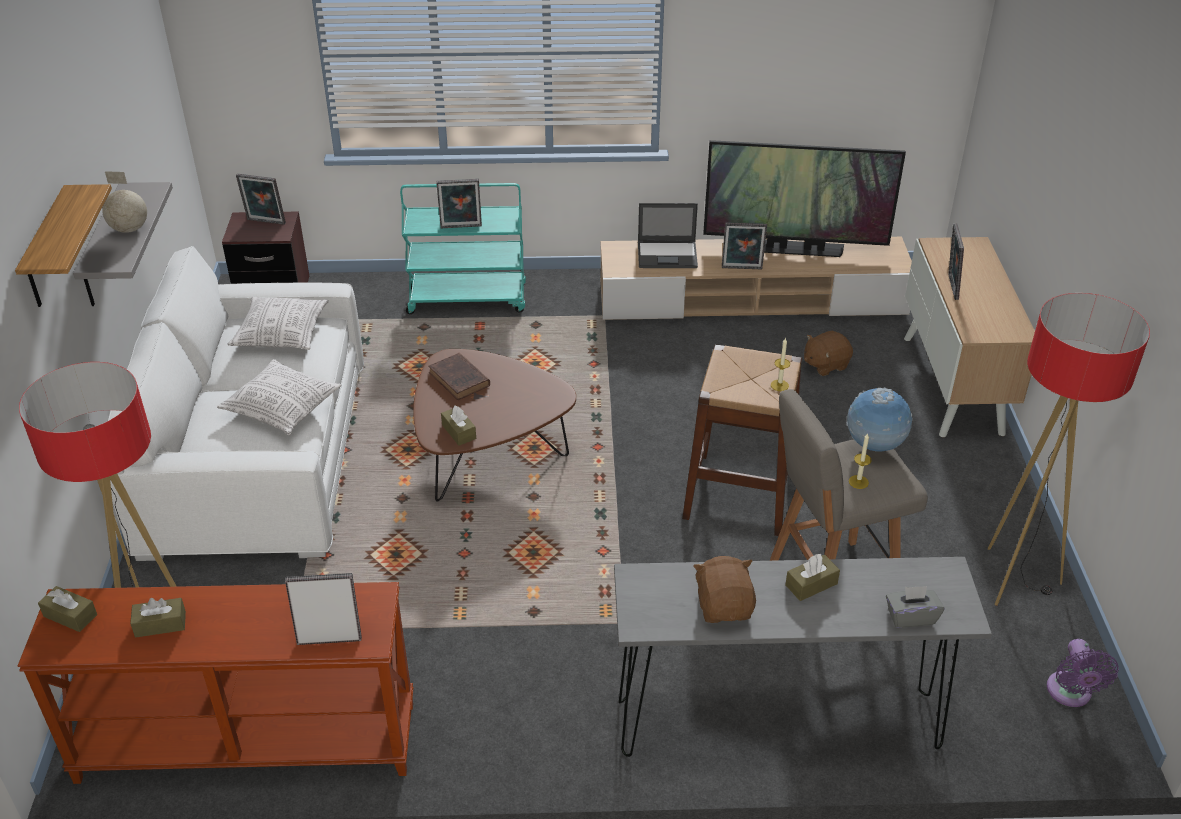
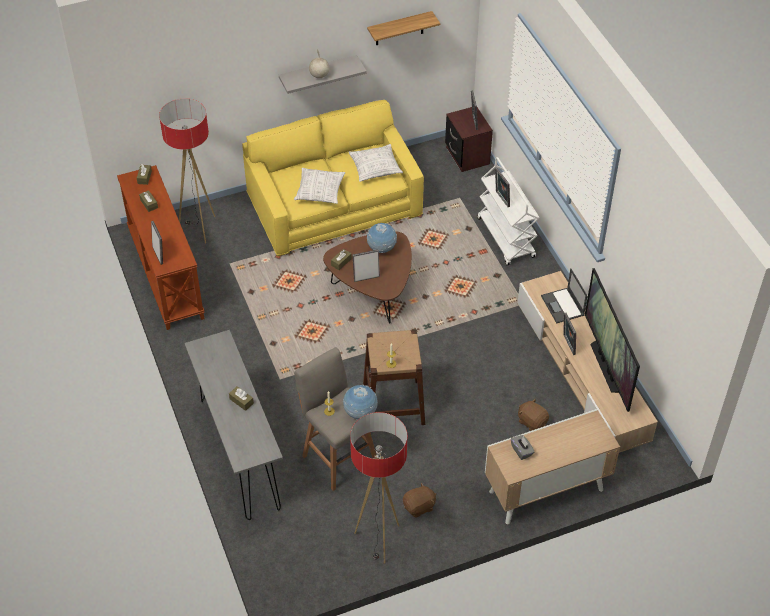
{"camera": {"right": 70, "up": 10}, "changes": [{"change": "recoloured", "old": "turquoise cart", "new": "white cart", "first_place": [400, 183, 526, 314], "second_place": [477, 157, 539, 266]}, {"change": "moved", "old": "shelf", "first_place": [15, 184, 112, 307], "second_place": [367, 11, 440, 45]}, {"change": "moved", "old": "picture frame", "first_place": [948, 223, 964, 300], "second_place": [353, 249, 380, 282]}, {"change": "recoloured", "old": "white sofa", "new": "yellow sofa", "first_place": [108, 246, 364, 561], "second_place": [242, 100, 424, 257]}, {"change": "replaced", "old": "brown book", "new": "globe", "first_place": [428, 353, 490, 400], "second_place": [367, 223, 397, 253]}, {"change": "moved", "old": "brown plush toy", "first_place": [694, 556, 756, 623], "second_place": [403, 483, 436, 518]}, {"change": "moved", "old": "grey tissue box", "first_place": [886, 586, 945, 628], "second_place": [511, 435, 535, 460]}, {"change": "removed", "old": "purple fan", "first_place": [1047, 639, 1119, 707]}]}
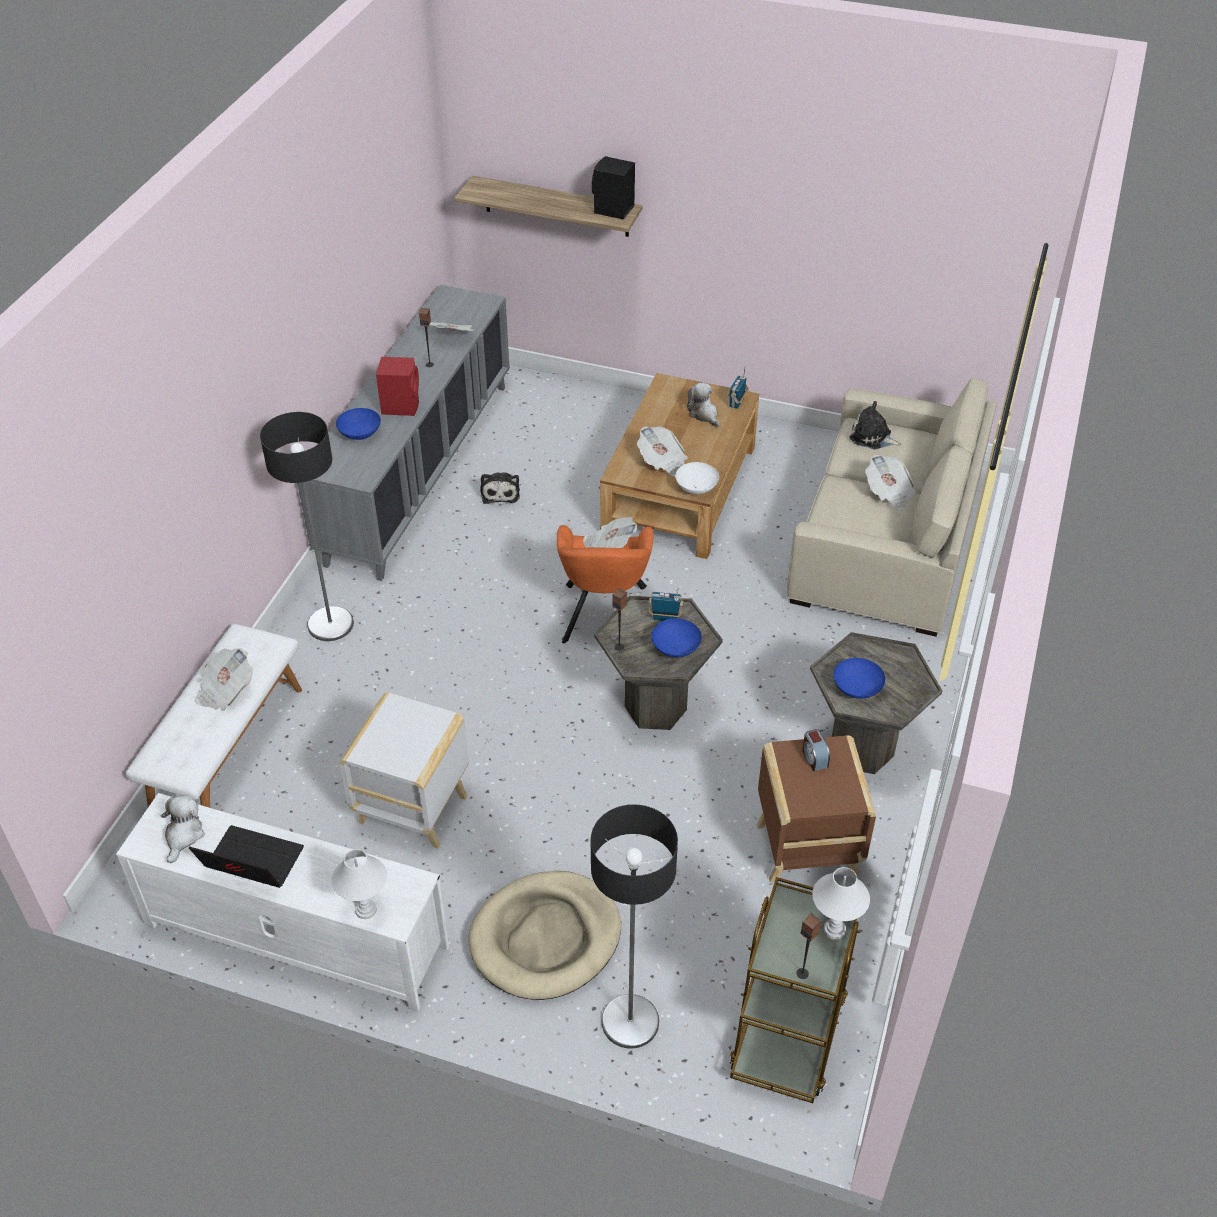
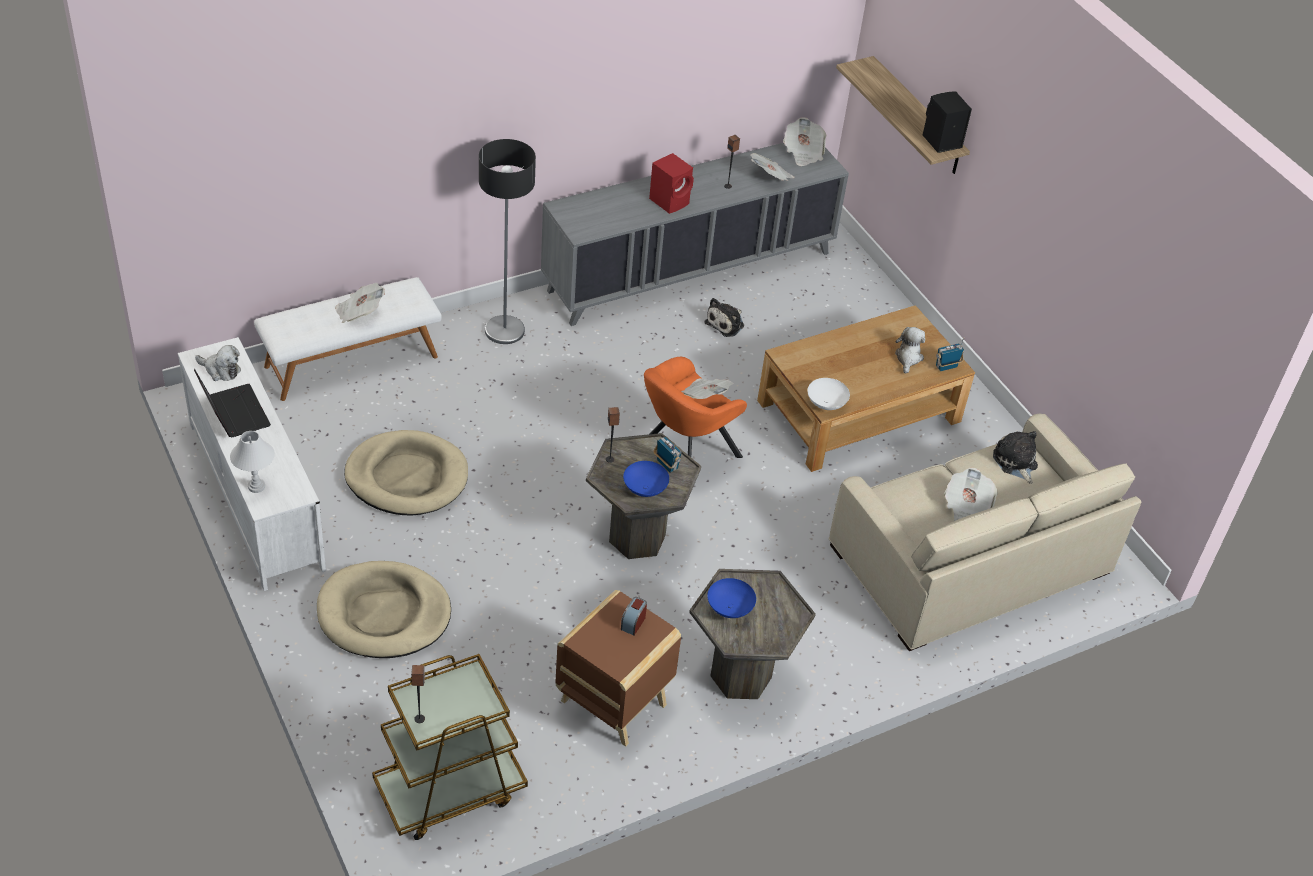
{"camera": {"right": 40, "up": 0}, "changes": [{"change": "removed", "old": "blue bowl", "first_place": [336, 408, 381, 440]}, {"change": "moved", "old": "newspaper", "first_place": [637, 426, 688, 477], "second_place": [783, 118, 826, 166]}, {"change": "replaced", "old": "white side table", "new": "beige dog bed", "first_place": [339, 692, 469, 849], "second_place": [344, 430, 468, 515]}, {"change": "turned", "old": "plush toy", "first_place": [161, 795, 205, 863], "second_place": [195, 345, 241, 381], "degrees": 60}, {"change": "removed", "old": "floor lamp", "first_place": [591, 804, 678, 1049]}, {"change": "removed", "old": "white table lamp", "first_place": [812, 867, 870, 940]}]}
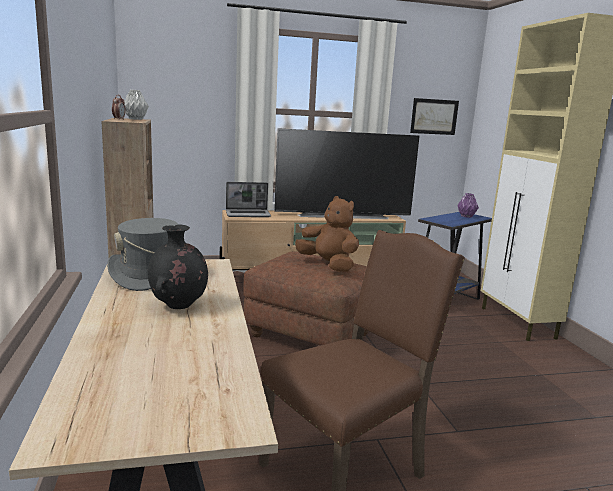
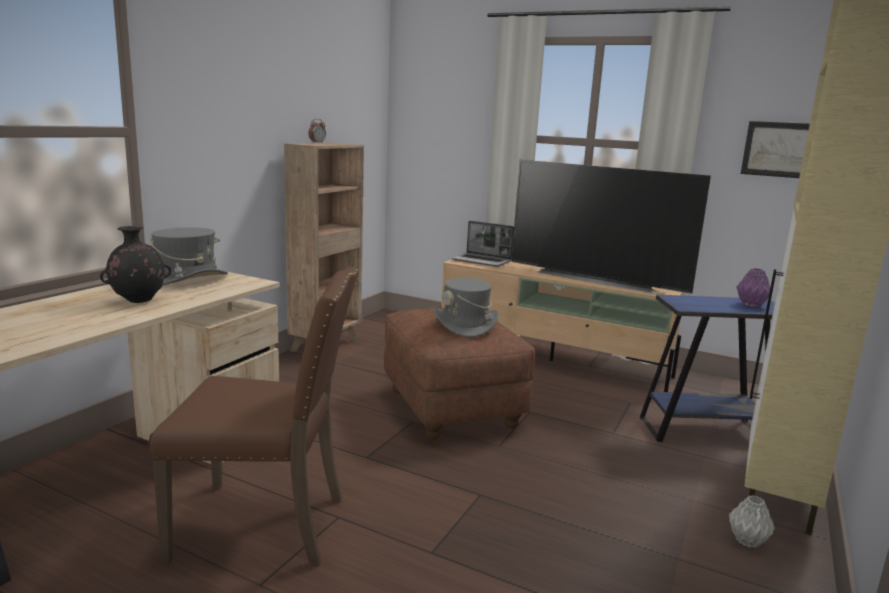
{"camera": {"right": 40, "up": 0}, "changes": [{"change": "moved", "old": "grey vase", "first_place": [124, 90, 149, 120], "second_place": [729, 495, 775, 548]}, {"change": "replaced", "old": "brown plush toy", "new": "grey hat", "first_place": [295, 196, 359, 272], "second_place": [434, 277, 499, 337]}]}
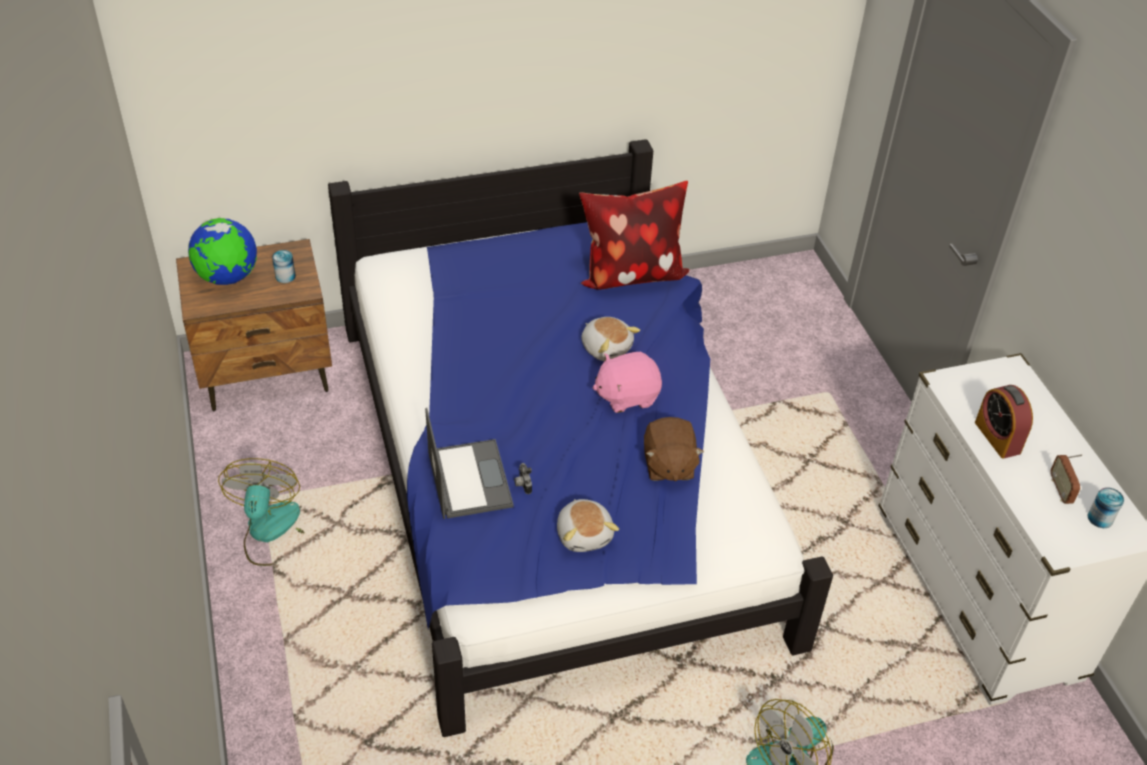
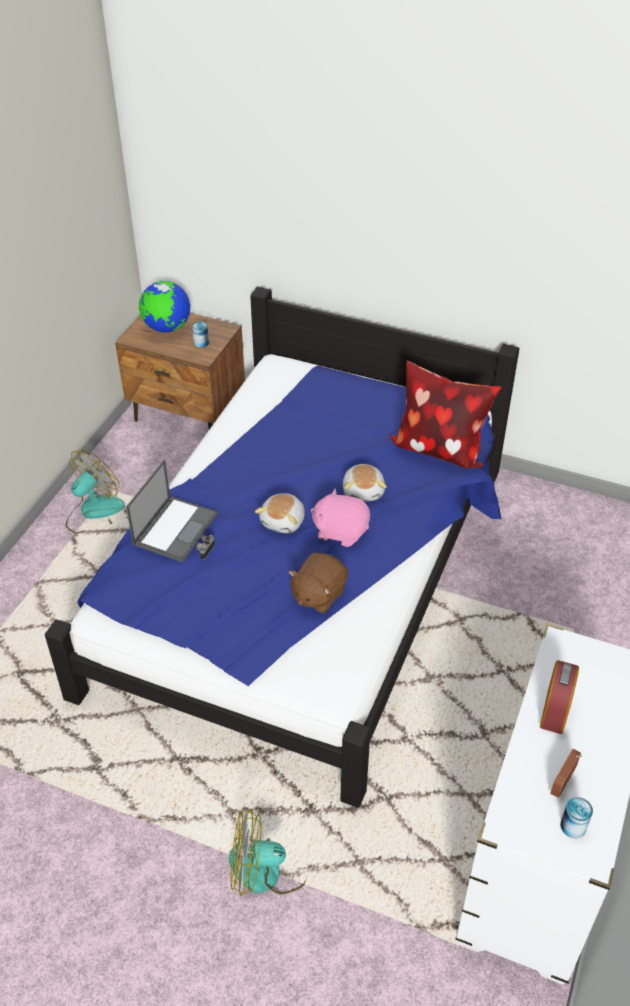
{"camera": {"right": 40, "up": 0}, "changes": [{"change": "moved", "old": "plush toy", "first_place": [557, 499, 619, 552], "second_place": [255, 493, 305, 533]}]}
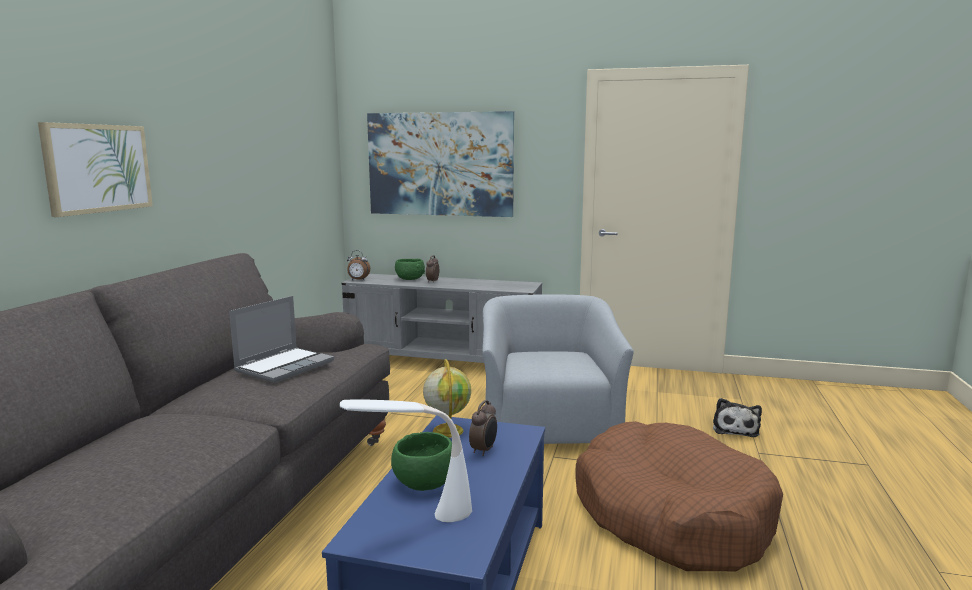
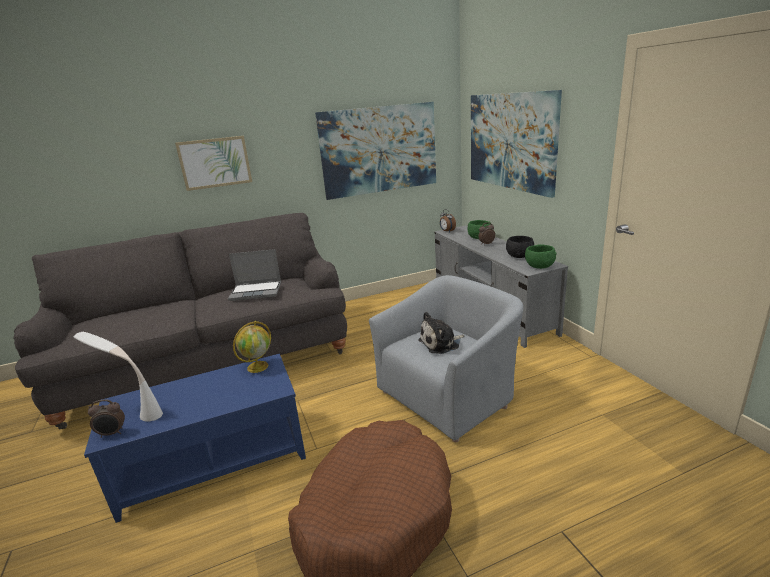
{"camera": {"right": 55, "up": 10}, "changes": [{"change": "moved", "old": "plush toy", "first_place": [713, 398, 762, 437], "second_place": [418, 312, 464, 354]}, {"change": "moved", "old": "alarm clock", "first_place": [469, 400, 497, 456], "second_place": [88, 399, 125, 438]}, {"change": "moved", "old": "green bowl", "first_place": [391, 432, 452, 491], "second_place": [525, 244, 557, 269]}, {"change": "added", "new": "picture", "second_place": [315, 102, 436, 200]}, {"change": "added", "new": "black bowl", "second_place": [506, 236, 534, 258]}]}
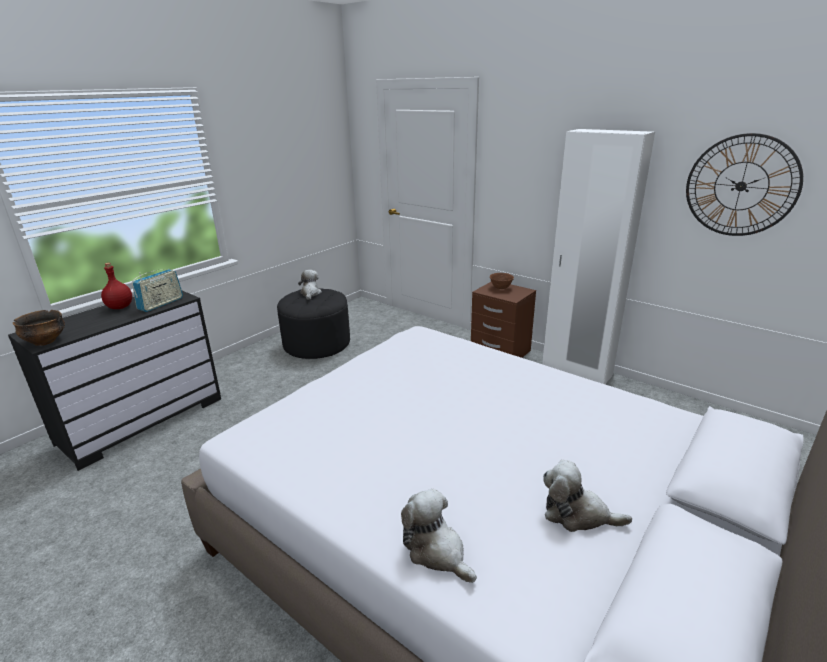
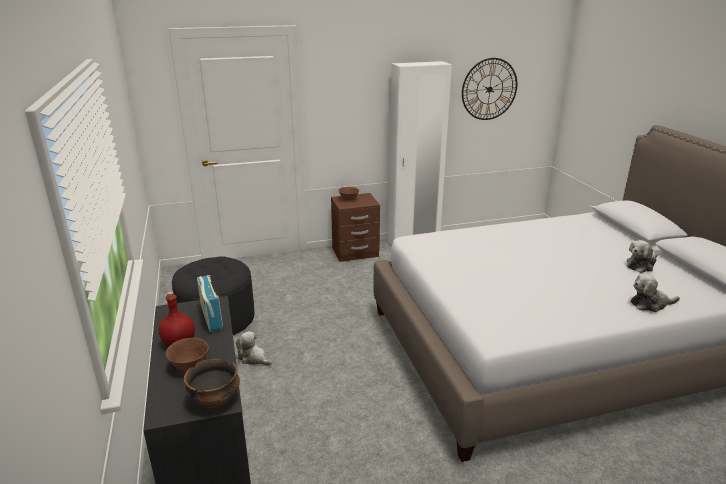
{"camera": {"right": -55, "up": 0}, "changes": [{"change": "moved", "old": "plush toy", "first_place": [298, 270, 322, 300], "second_place": [236, 331, 272, 366]}, {"change": "added", "new": "brown bowl", "second_place": [166, 338, 209, 371]}]}
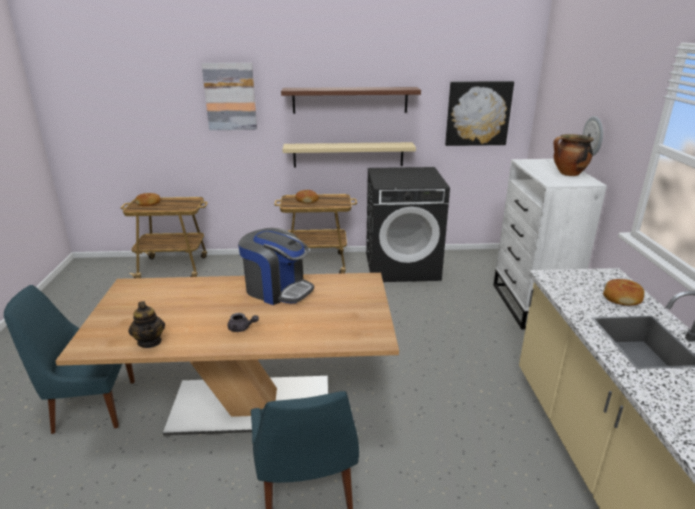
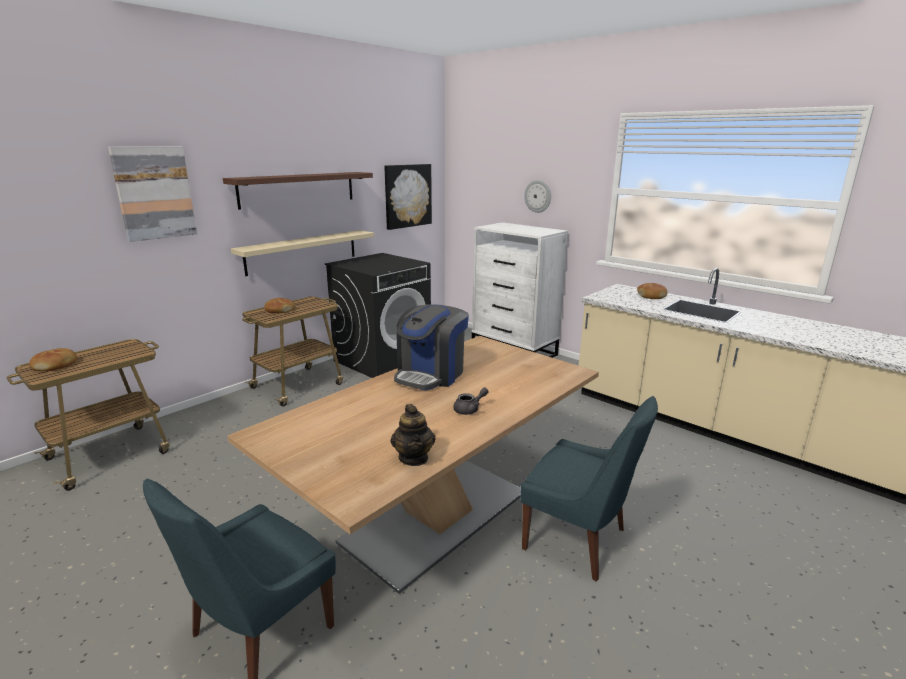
{"camera": {"right": -45, "up": -5}, "changes": [{"change": "removed", "old": "cooking pot", "first_place": [553, 134, 594, 176]}, {"change": "turned", "old": "coffee machine", "first_place": [238, 228, 314, 305], "second_place": [394, 304, 469, 390], "degrees": 135}, {"change": "turned", "old": "teapot", "first_place": [128, 301, 165, 348], "second_place": [391, 404, 436, 466], "degrees": 60}]}
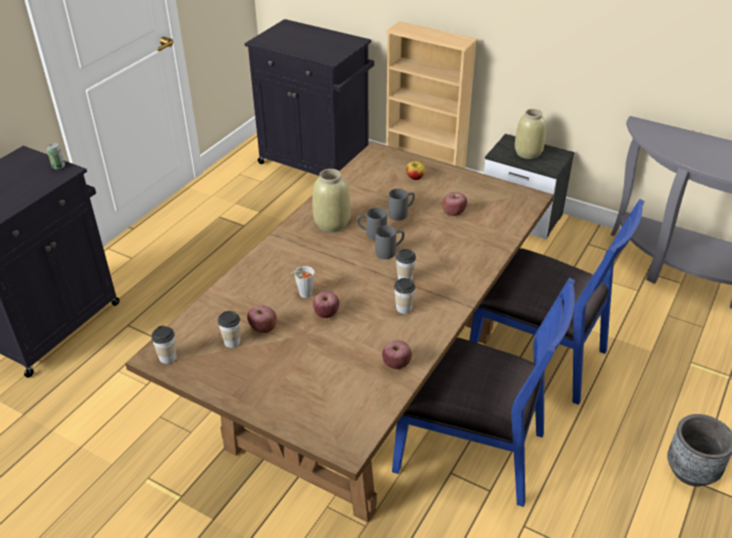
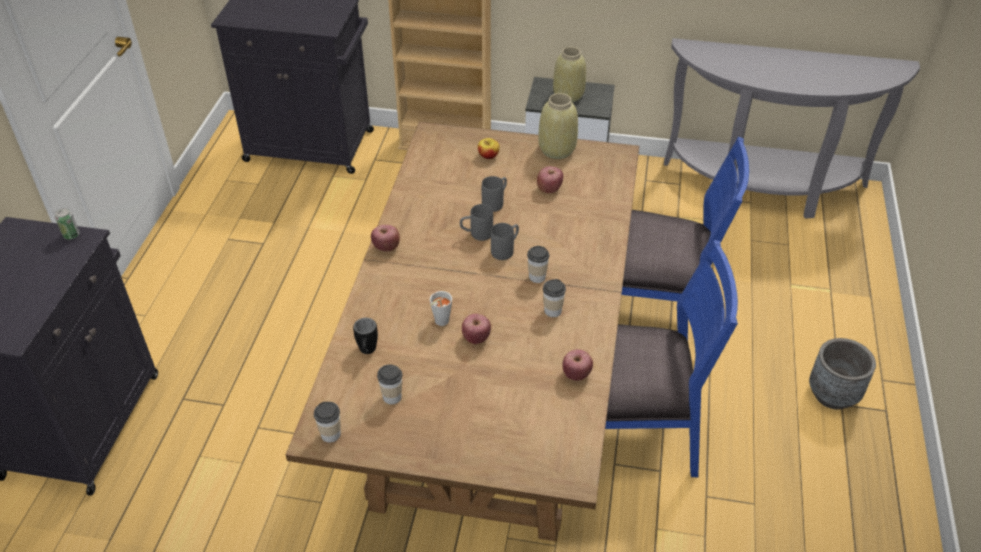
{"camera": {"right": -20, "up": 5}, "changes": [{"change": "moved", "old": "beige vase", "first_place": [312, 169, 350, 232], "second_place": [539, 93, 578, 159]}, {"change": "moved", "old": "apple", "first_place": [247, 305, 277, 333], "second_place": [371, 225, 400, 252]}, {"change": "added", "new": "black mug", "second_place": [353, 318, 378, 354]}]}
